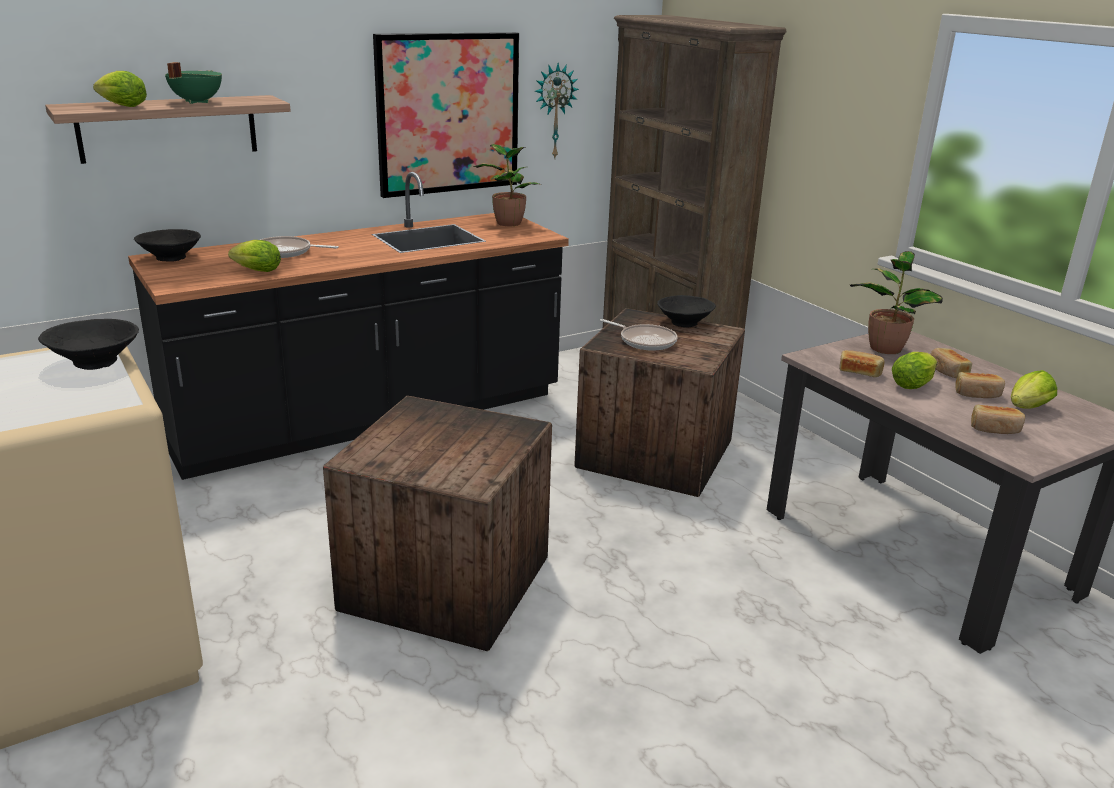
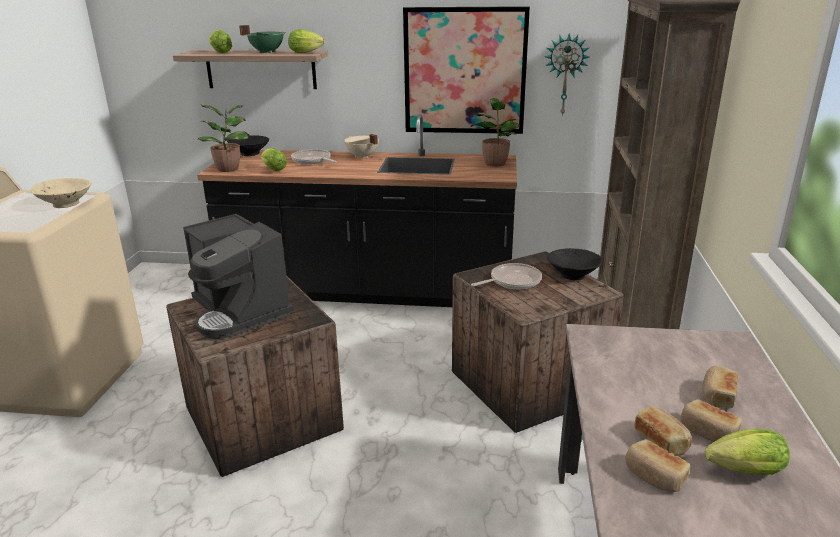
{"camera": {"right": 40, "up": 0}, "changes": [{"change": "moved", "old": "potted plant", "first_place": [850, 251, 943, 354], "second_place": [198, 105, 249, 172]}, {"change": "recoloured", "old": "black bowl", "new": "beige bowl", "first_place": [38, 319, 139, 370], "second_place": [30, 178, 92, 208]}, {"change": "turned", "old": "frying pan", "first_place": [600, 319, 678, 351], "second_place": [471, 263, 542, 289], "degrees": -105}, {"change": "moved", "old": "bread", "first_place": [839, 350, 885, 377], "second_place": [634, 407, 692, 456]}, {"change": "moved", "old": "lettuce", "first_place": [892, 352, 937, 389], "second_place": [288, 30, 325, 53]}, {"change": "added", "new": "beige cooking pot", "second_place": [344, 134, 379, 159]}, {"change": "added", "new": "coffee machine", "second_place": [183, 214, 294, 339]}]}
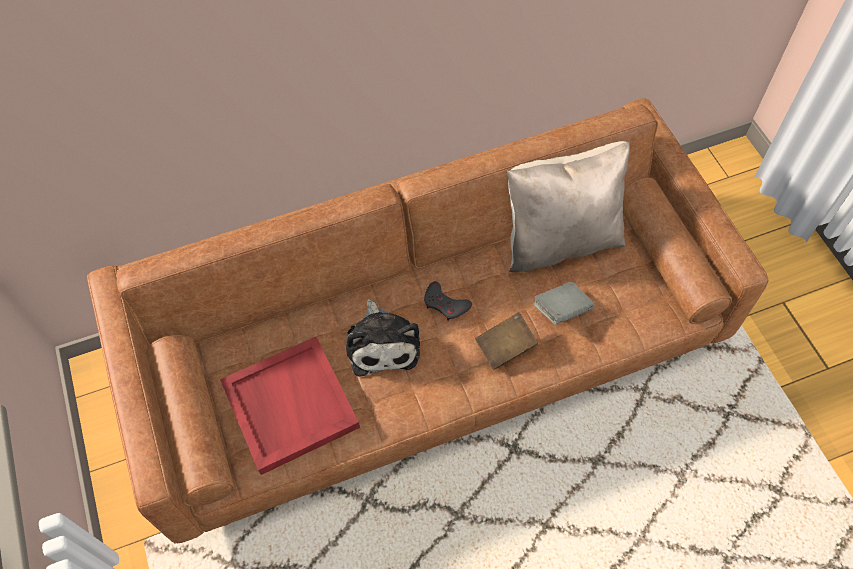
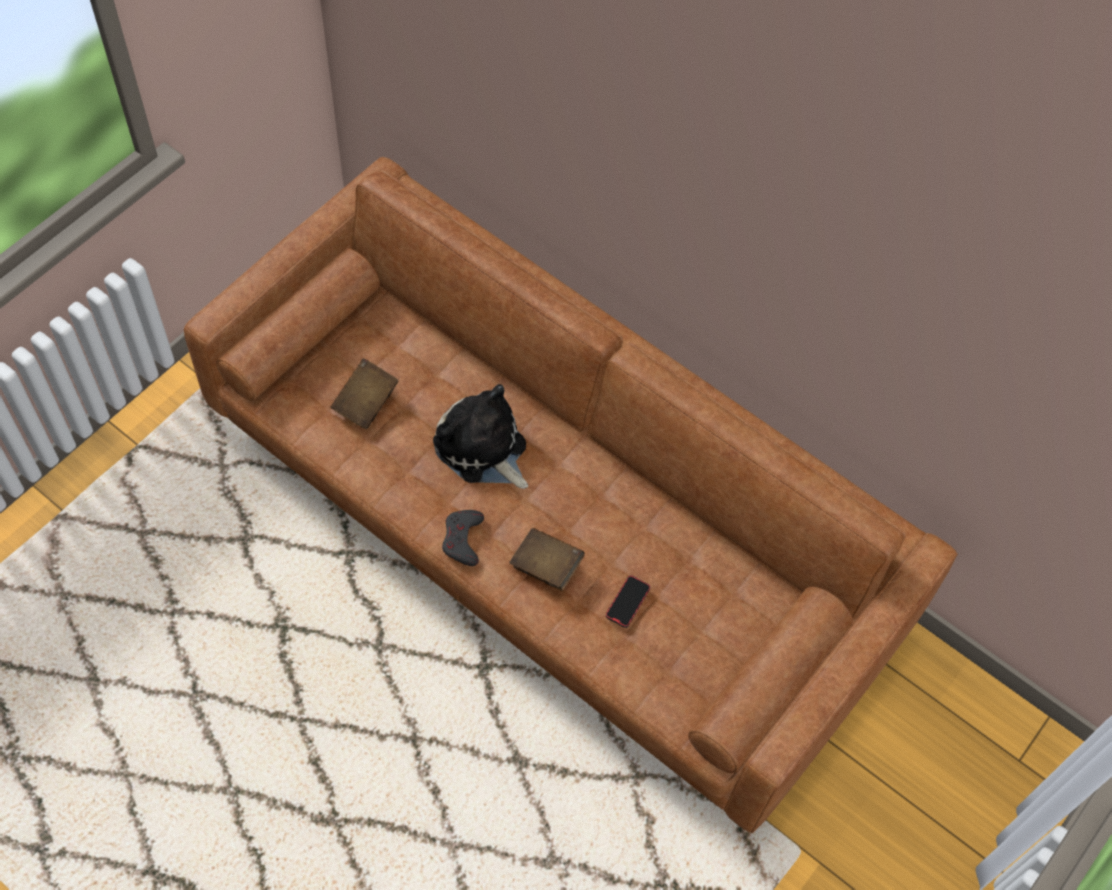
{"camera": {"right": 55, "up": 0}, "changes": [{"change": "removed", "old": "beige pillow", "first_place": [507, 141, 630, 272]}, {"change": "moved", "old": "grey game controller", "first_place": [424, 281, 472, 321], "second_place": [442, 510, 484, 566]}, {"change": "replaced", "old": "grey book", "new": "phone", "first_place": [533, 282, 594, 325], "second_place": [606, 575, 650, 628]}, {"change": "turned", "old": "plush toy", "first_place": [346, 299, 420, 377], "second_place": [433, 384, 528, 489], "degrees": 90}, {"change": "replaced", "old": "red tray", "new": "brown book", "first_place": [220, 337, 360, 475], "second_place": [331, 358, 398, 429]}]}
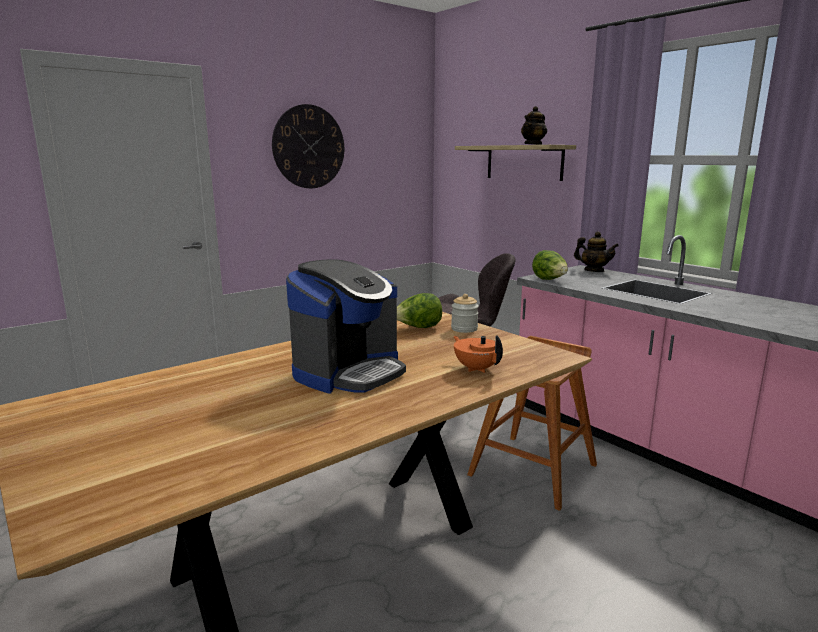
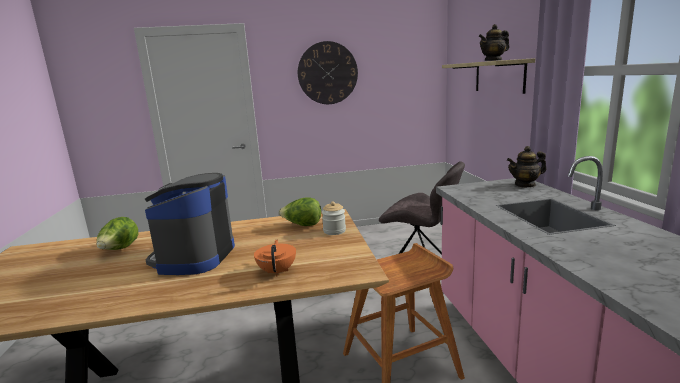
{"camera": {"right": 30, "up": 0}, "changes": [{"change": "turned", "old": "teapot", "first_place": [574, 231, 619, 272], "second_place": [507, 146, 546, 188], "degrees": 105}, {"change": "moved", "old": "lettuce", "first_place": [532, 250, 568, 280], "second_place": [96, 217, 138, 250]}, {"change": "turned", "old": "coffee machine", "first_place": [286, 259, 406, 394], "second_place": [145, 173, 235, 275], "degrees": 120}]}
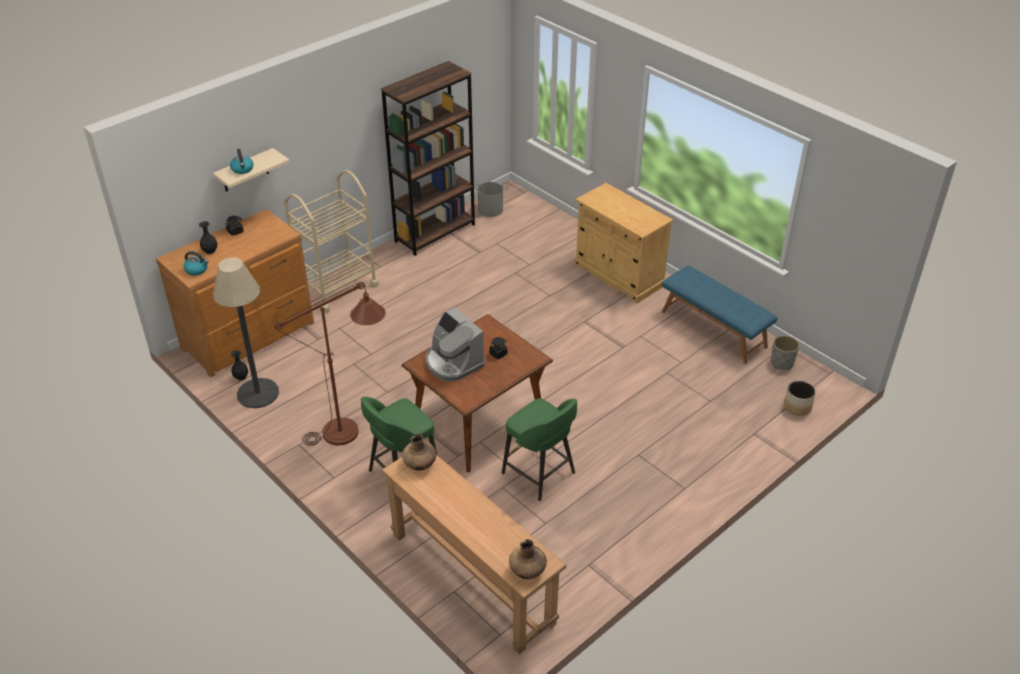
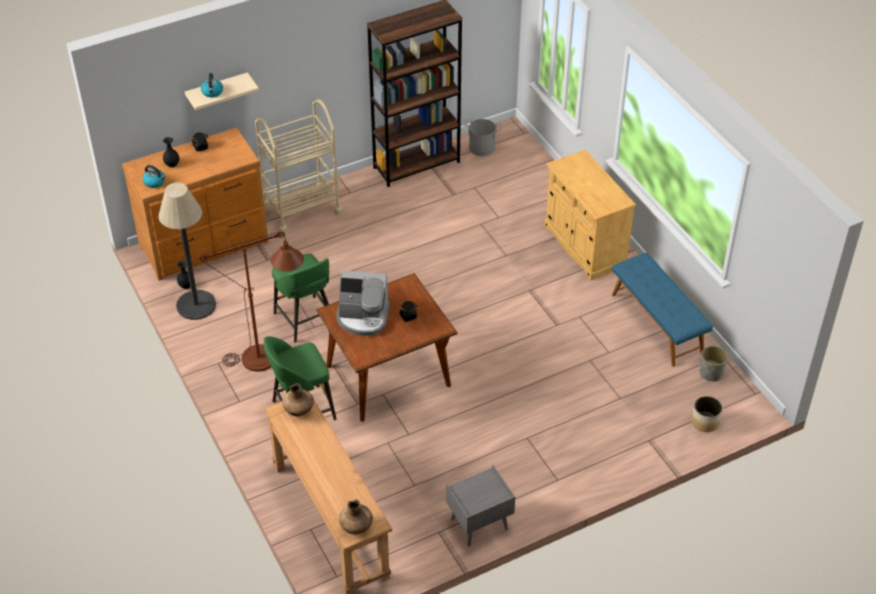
{"camera": {"right": 15, "up": 5}, "changes": [{"change": "turned", "old": "coffee machine", "first_place": [425, 308, 485, 382], "second_place": [336, 270, 390, 336], "degrees": -60}, {"change": "moved", "old": "green stool", "first_place": [502, 398, 577, 501], "second_place": [272, 253, 329, 343]}, {"change": "added", "new": "grey nightstand", "second_place": [446, 465, 515, 546]}]}
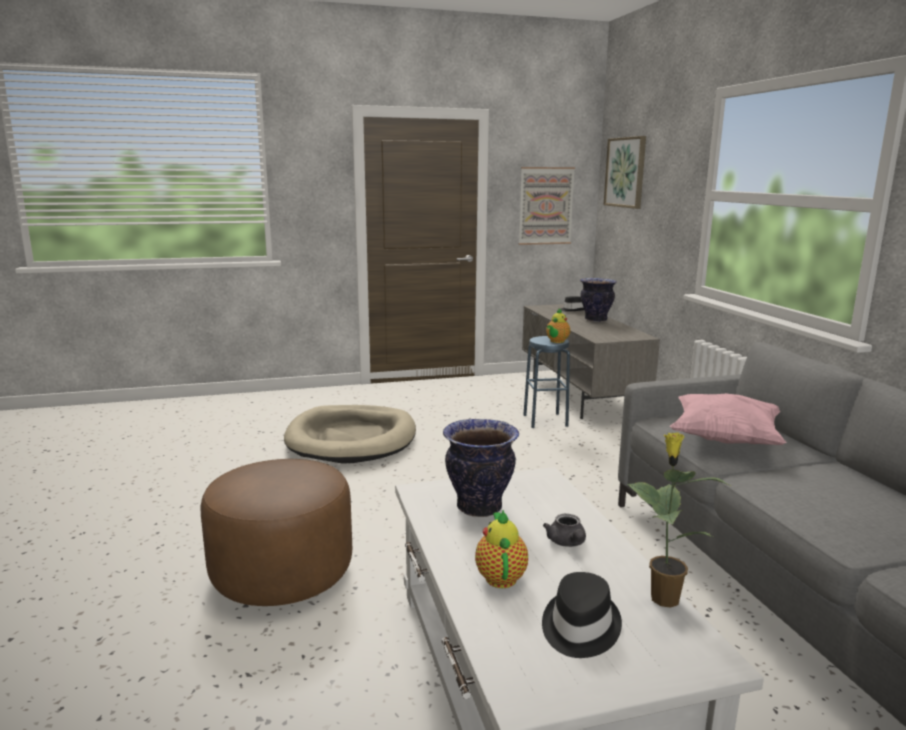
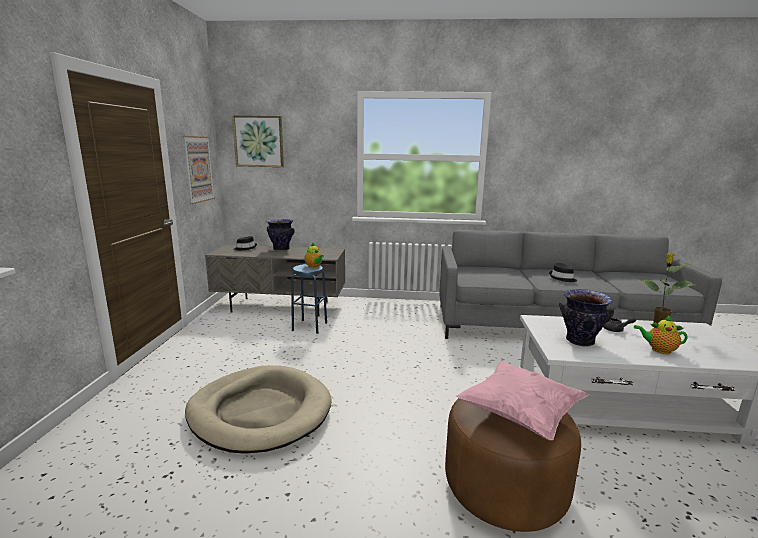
{"camera": {"right": -70, "up": 0}, "changes": [{"change": "moved", "old": "pink pillow", "first_place": [670, 393, 787, 445], "second_place": [456, 362, 588, 441]}, {"change": "moved", "old": "black hat", "first_place": [542, 572, 622, 658], "second_place": [549, 263, 577, 282]}]}
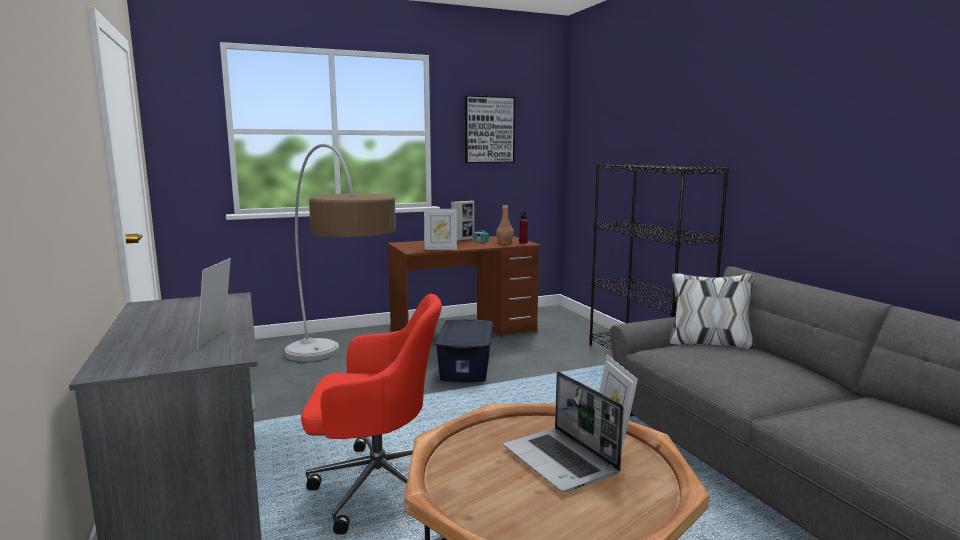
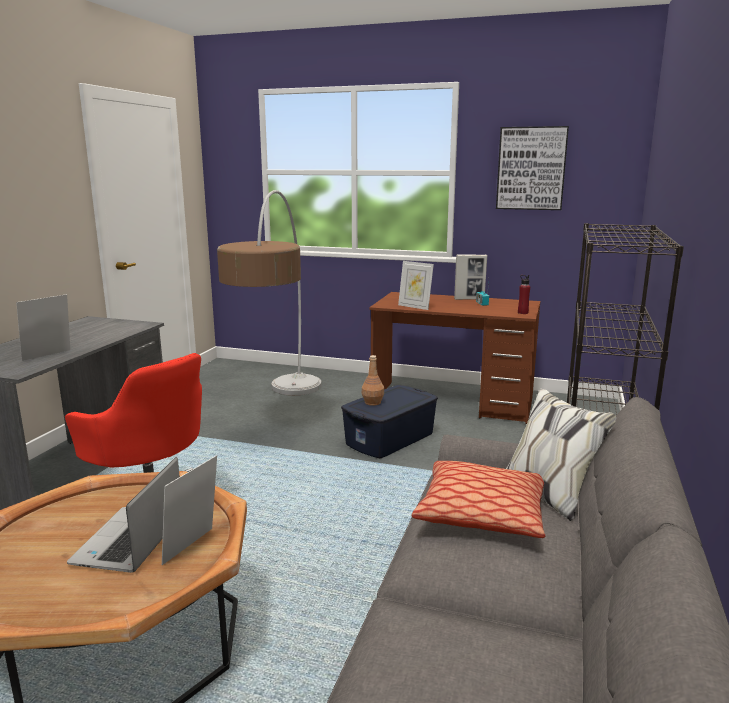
{"camera": {"right": 40, "up": 5}, "changes": [{"change": "moved", "old": "brown bottle", "first_place": [496, 205, 514, 244], "second_place": [362, 355, 384, 406]}, {"change": "added", "new": "pillow", "second_place": [412, 461, 545, 538]}]}
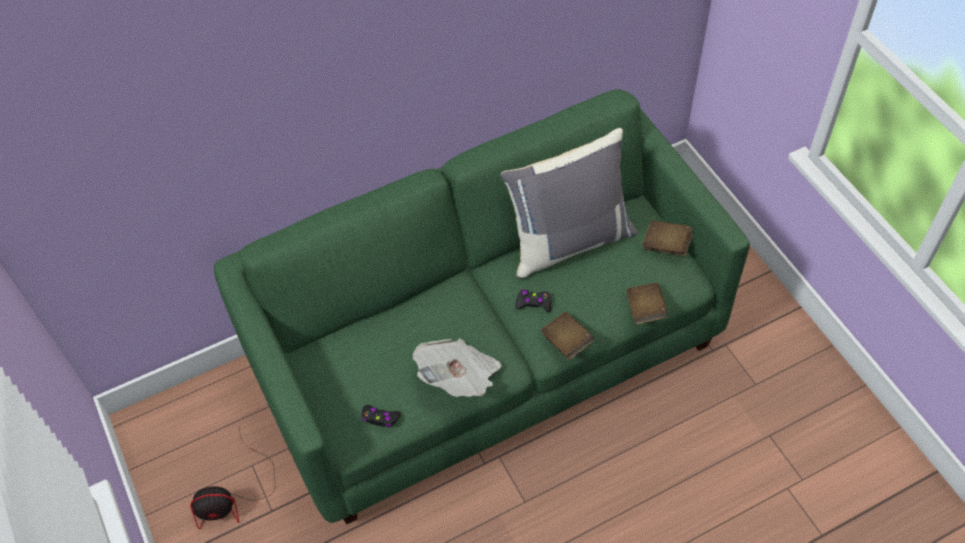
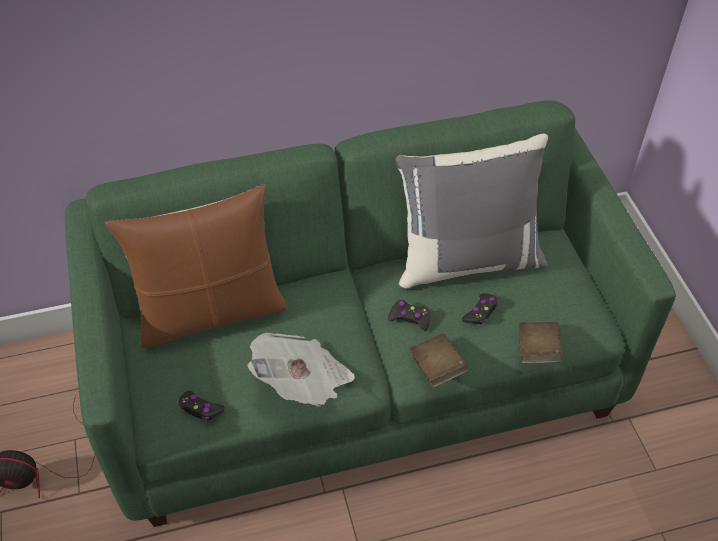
{"camera": {"right": 10, "up": -5}, "changes": [{"change": "removed", "old": "brown book", "first_place": [642, 220, 693, 256]}, {"change": "added", "new": "brown pillow", "second_place": [105, 184, 287, 348]}, {"change": "added", "new": "black game controller", "second_place": [462, 293, 499, 324]}]}
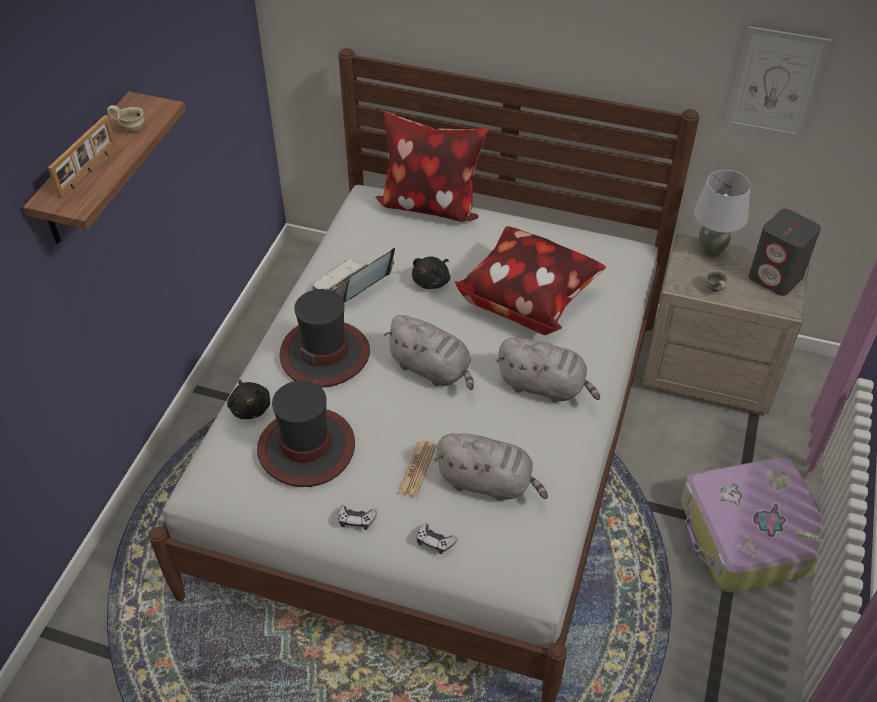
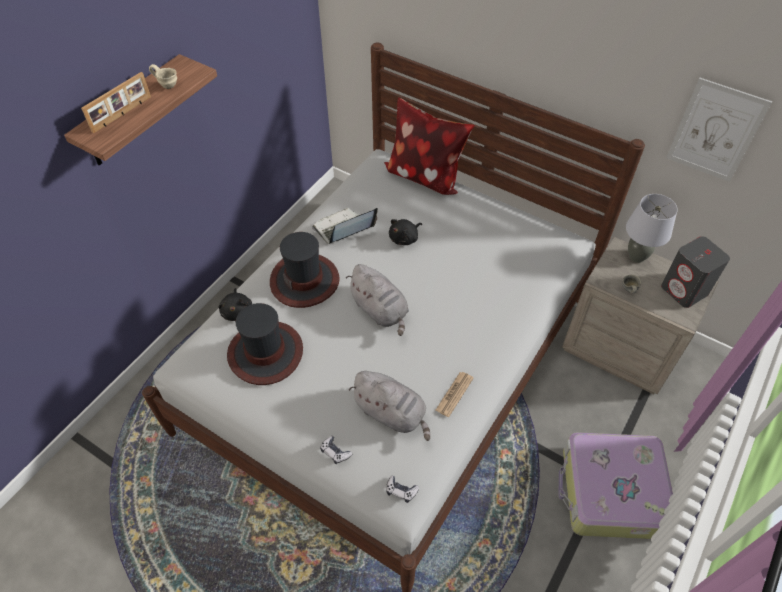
{"camera": {"right": 15, "up": 5}, "changes": [{"change": "removed", "old": "pillow", "first_place": [454, 226, 606, 335]}, {"change": "removed", "old": "grey plush toy", "first_place": [496, 338, 600, 403]}, {"change": "moved", "old": "newspaper", "first_place": [398, 441, 436, 497], "second_place": [435, 372, 473, 417]}, {"change": "moved", "old": "game controller", "first_place": [338, 505, 377, 530], "second_place": [386, 475, 419, 503]}]}
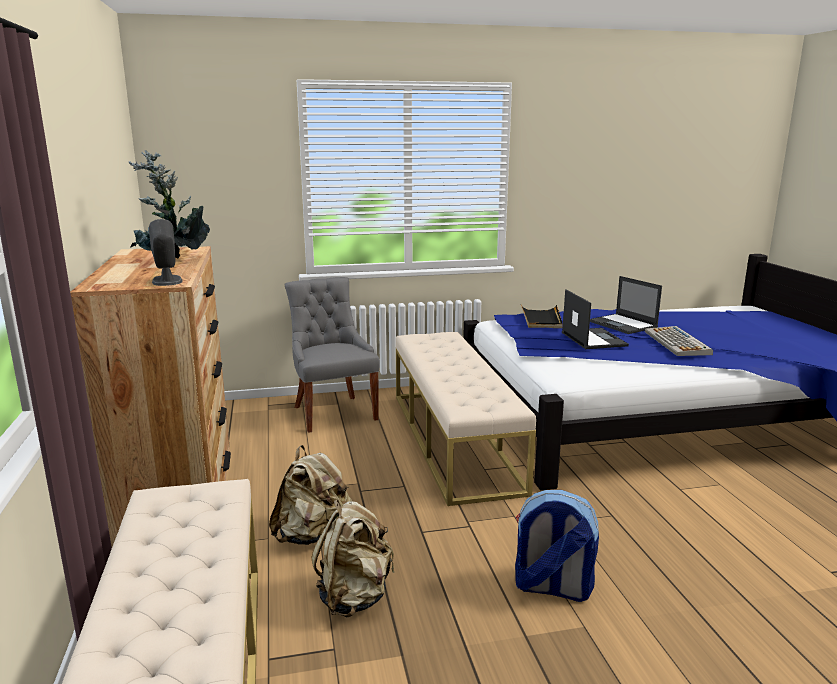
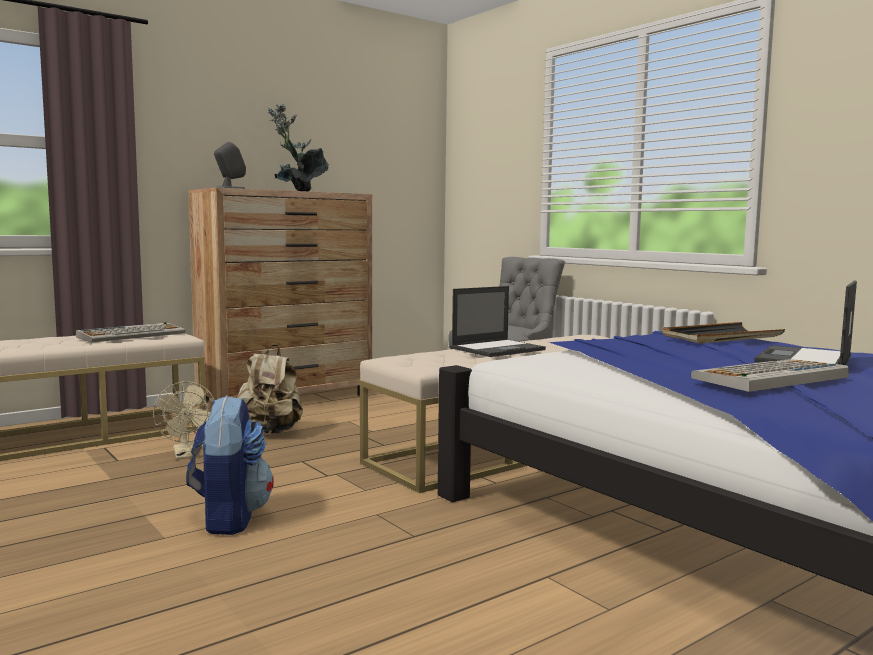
{"camera": {"right": 65, "up": -10}, "changes": [{"change": "moved", "old": "laptop", "first_place": [562, 289, 629, 349], "second_place": [451, 286, 546, 357]}, {"change": "replaced", "old": "beige backpack", "new": "beige fan", "first_place": [312, 499, 394, 617], "second_place": [153, 381, 214, 460]}, {"change": "added", "new": "keyboard", "second_place": [76, 322, 185, 342]}]}
